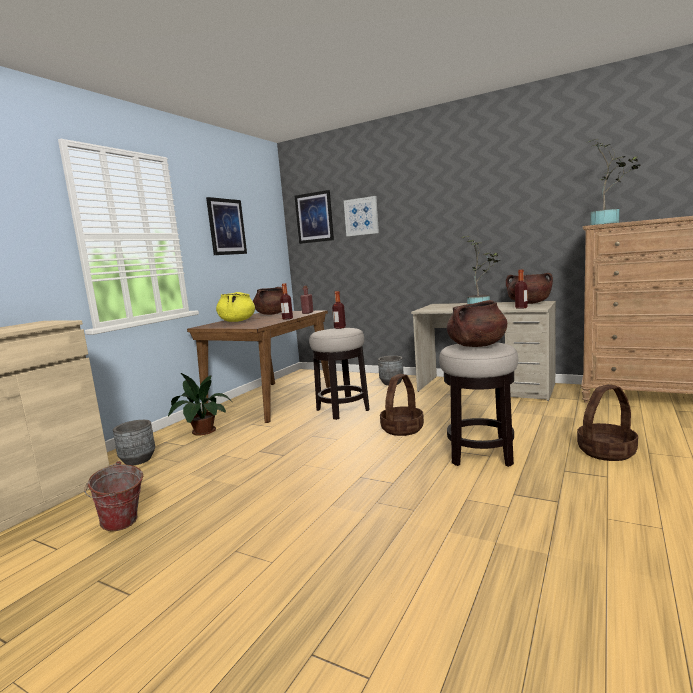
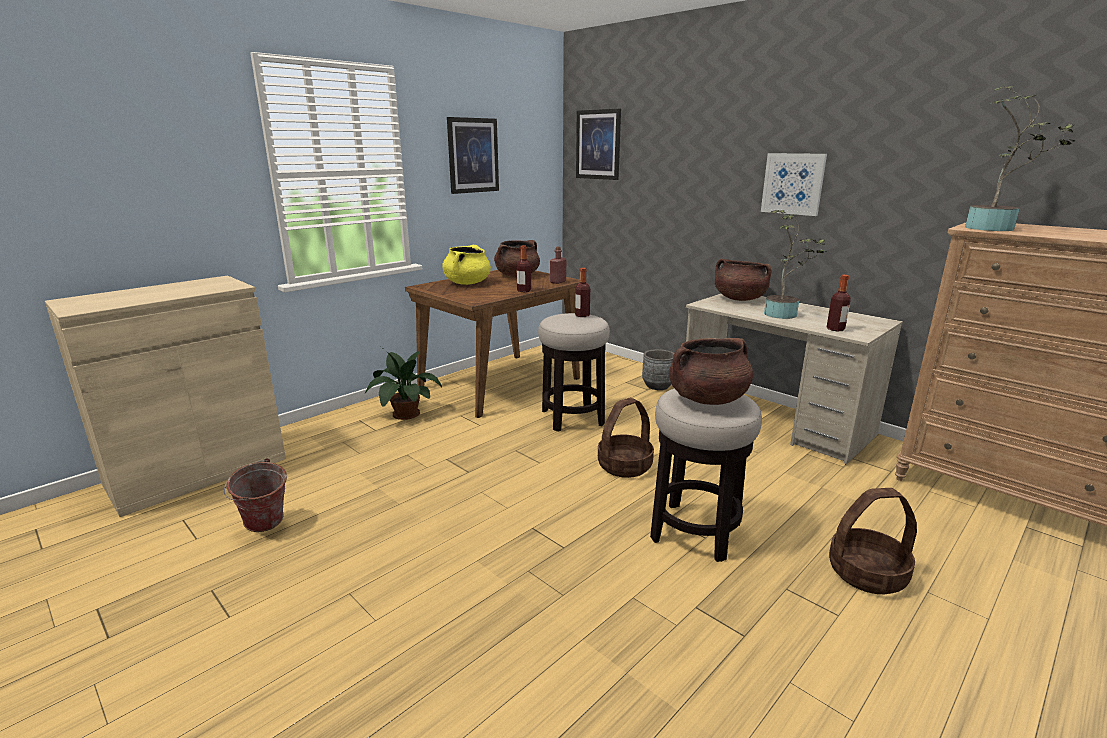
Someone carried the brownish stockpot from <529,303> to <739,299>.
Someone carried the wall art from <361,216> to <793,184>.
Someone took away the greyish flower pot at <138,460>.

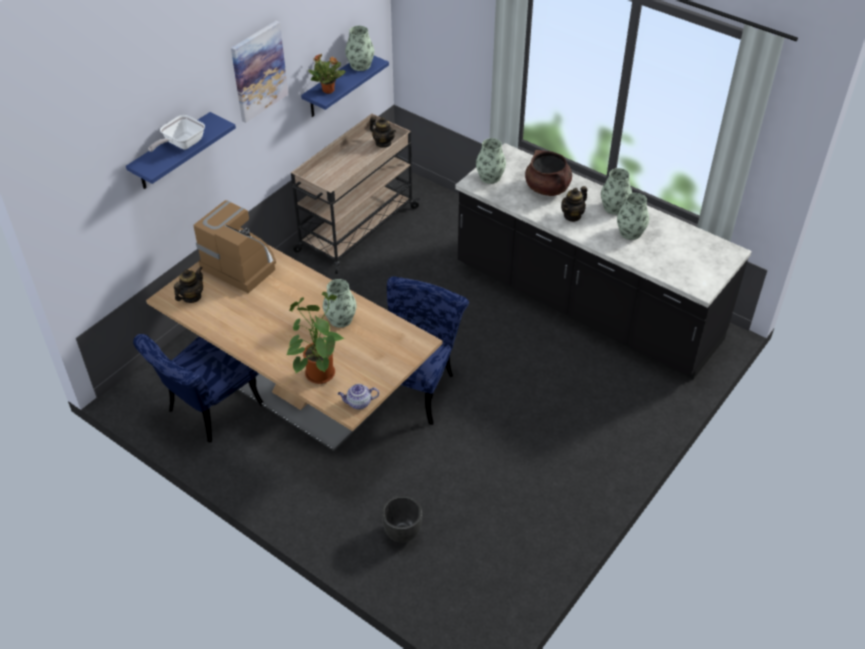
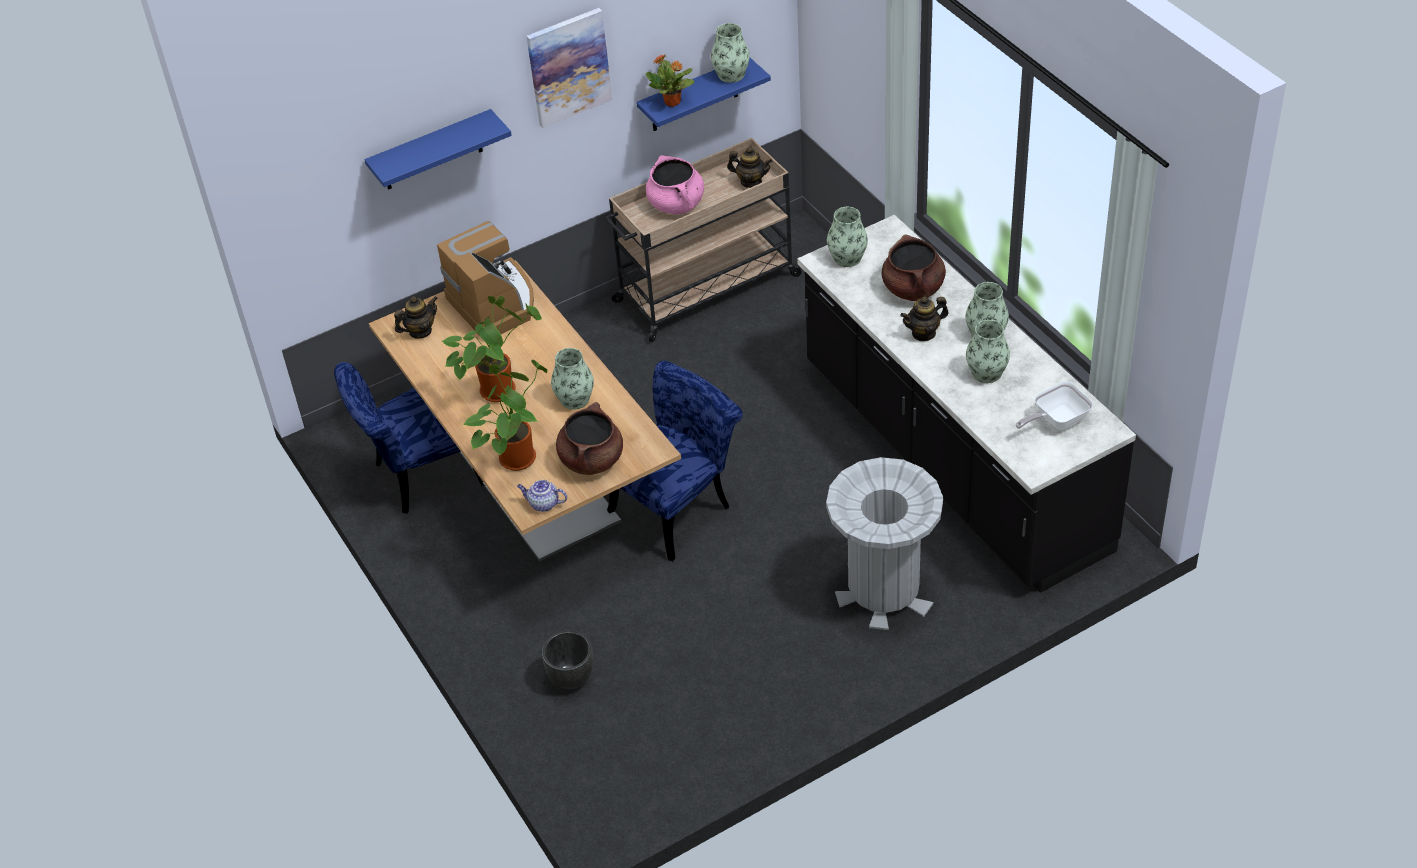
Someone put down the plant in a pot at <499,388>.
Someone put down the brownish stockpot at <591,460>.
Someone put down the pinkish stockpot at <676,204>.
Someone rotated the pot for tea at <383,143> by 45 degrees counterclockwise.
Someone put down the greyish waste bin at <883,591>.
Someone carried the frying pan from <181,145> to <1056,420>.

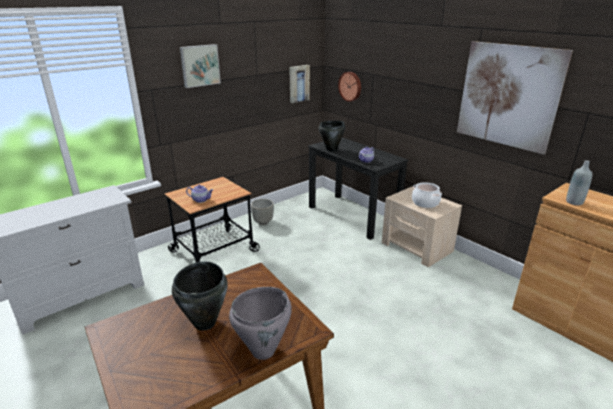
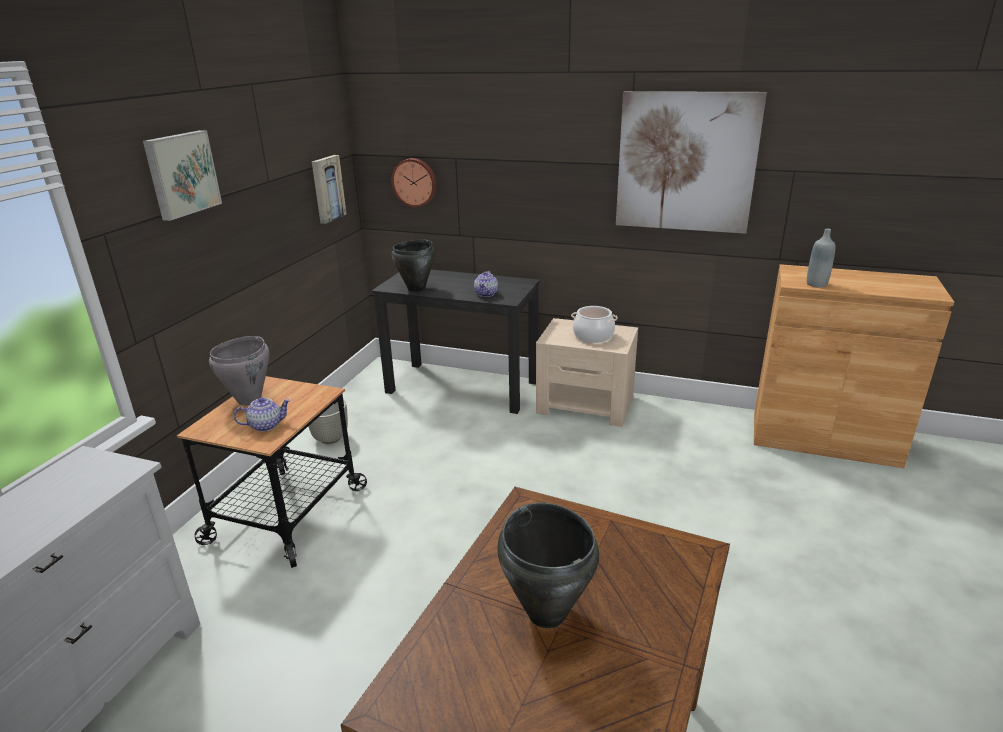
Someone carried the greyish stockpot from <264,351> to <250,400>.

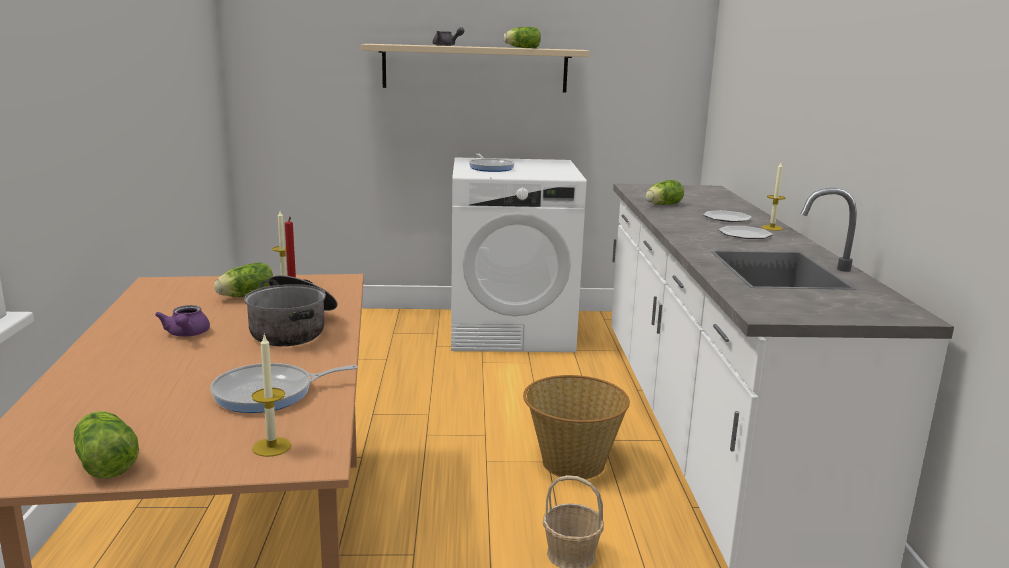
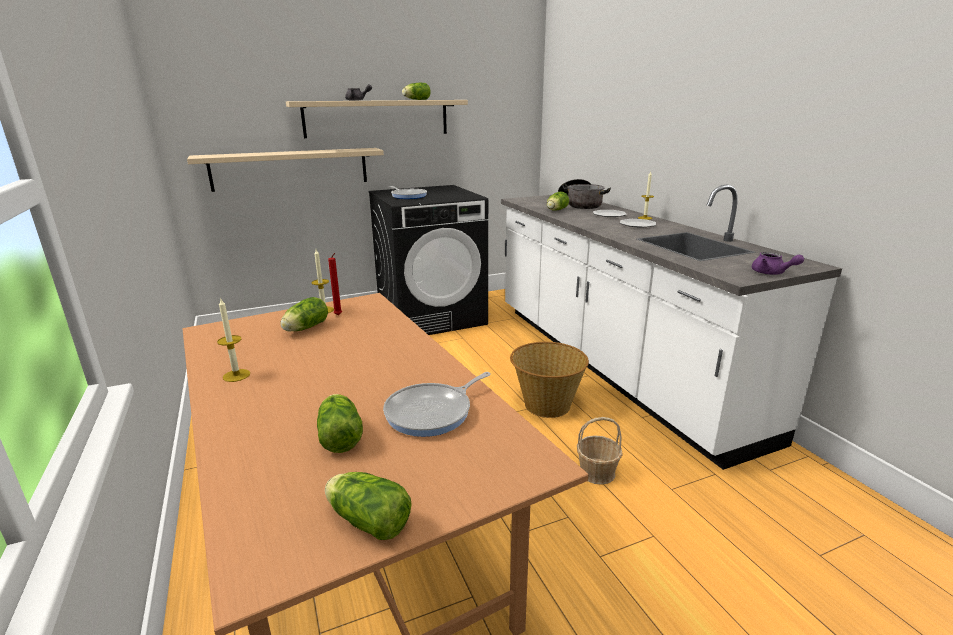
Someone put up the beige wall shelf at <290,169>.
Someone carried the wax light from <272,447> to <236,375>.
Someone put down the head of lettuce at <340,435>.
Someone repainted the white laundry appliance at <511,330>, which became the black-coloured laundry appliance at <432,316>.
Someone carried the stockpot from <294,328> to <581,204>.
Someone carried the purple pot for tea from <186,334> to <771,273>.

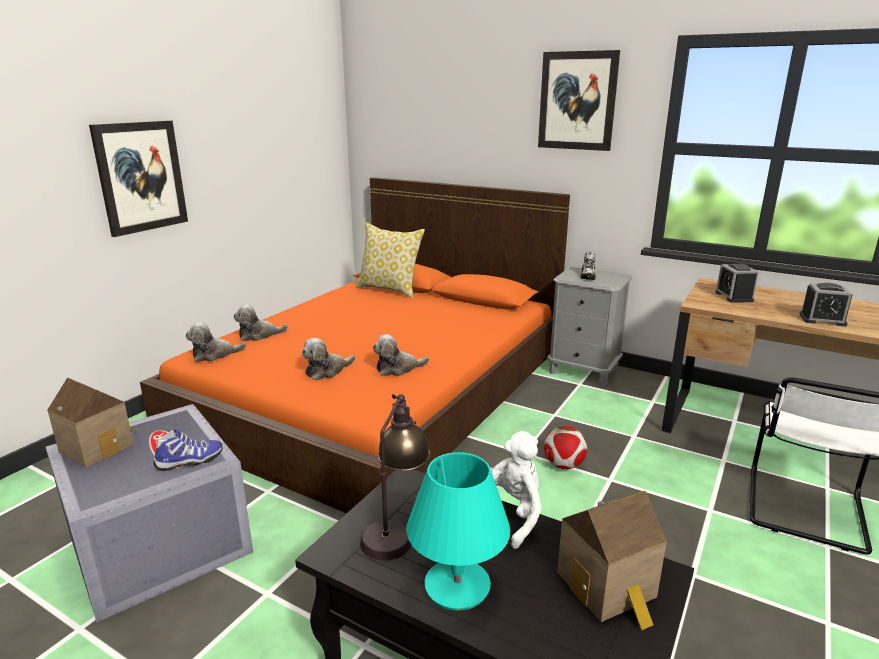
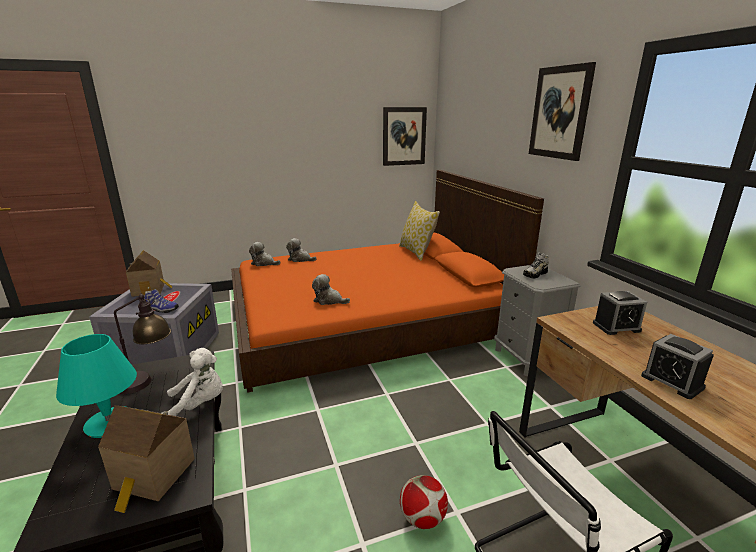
Someone carried the wall art from <141,177> to <404,136>.
Someone carried the football ball from <564,465> to <422,518>.
Someone rotated the bedside clock at <733,296> by 135 degrees counterclockwise.
Someone took away the plush toy at <327,371>.

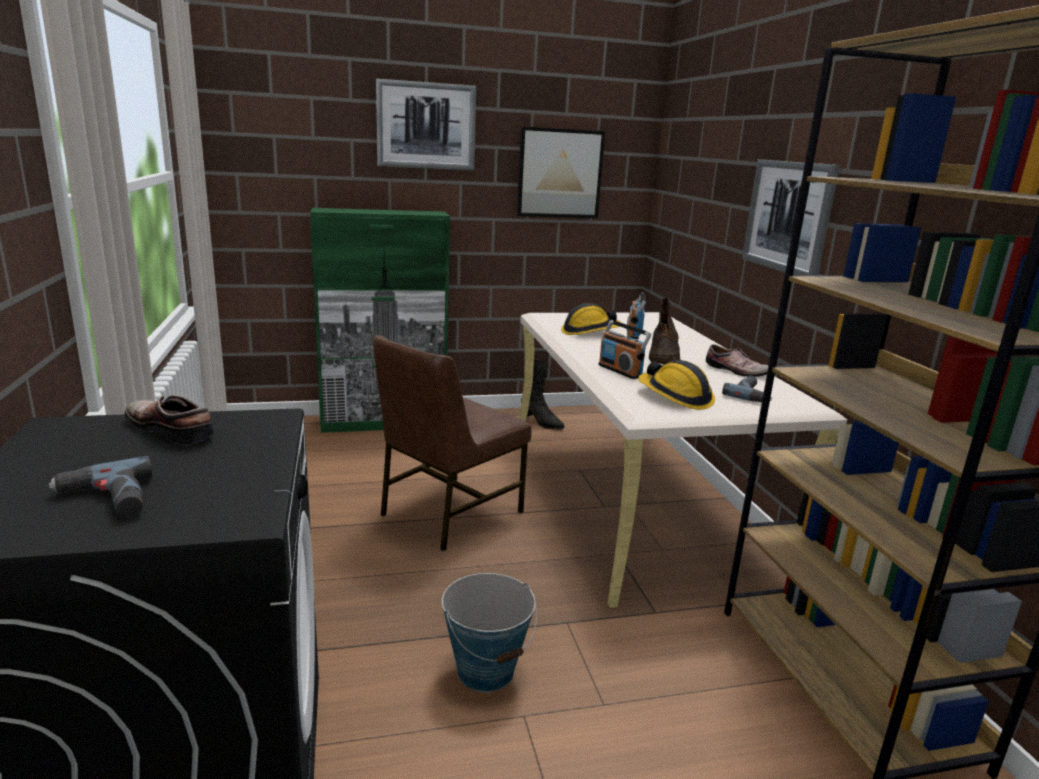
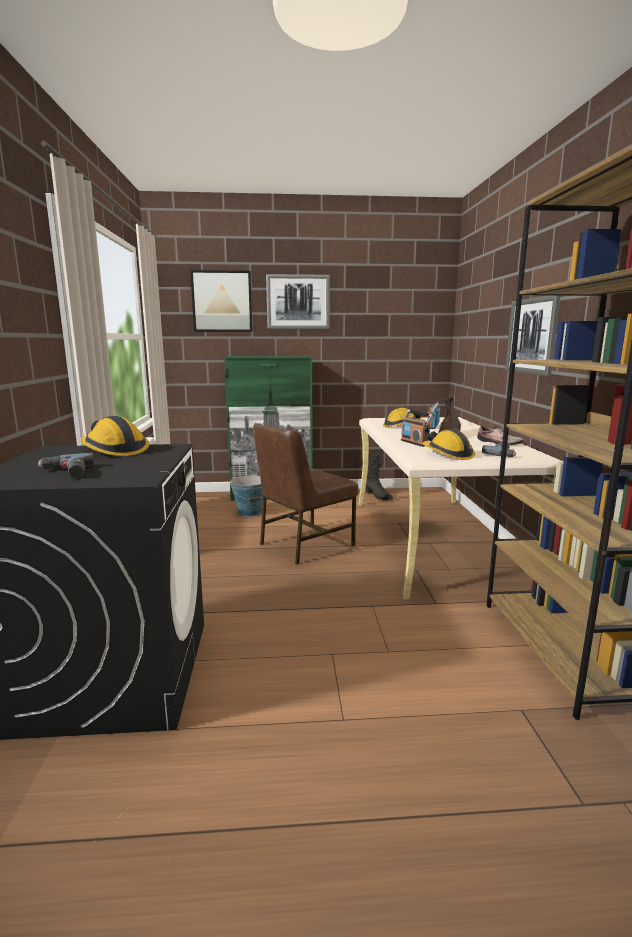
Someone swapped the shoe at <174,429> for the work helmet at <114,450>.
Someone carried the wall art from <559,173> to <222,301>.
Someone carried the pail from <486,671> to <249,512>.

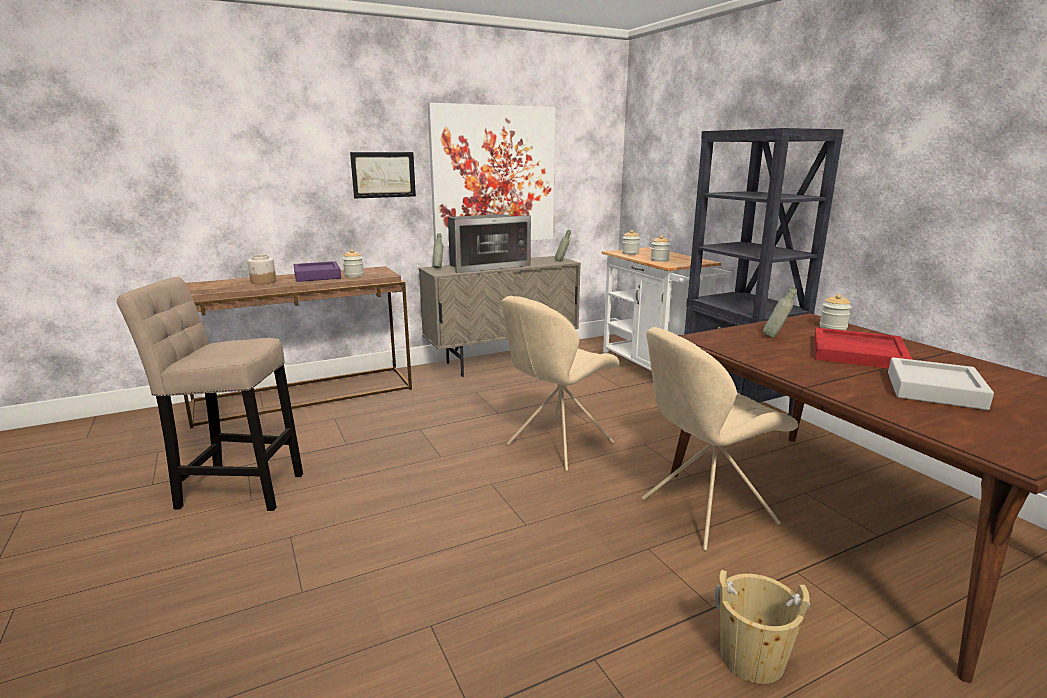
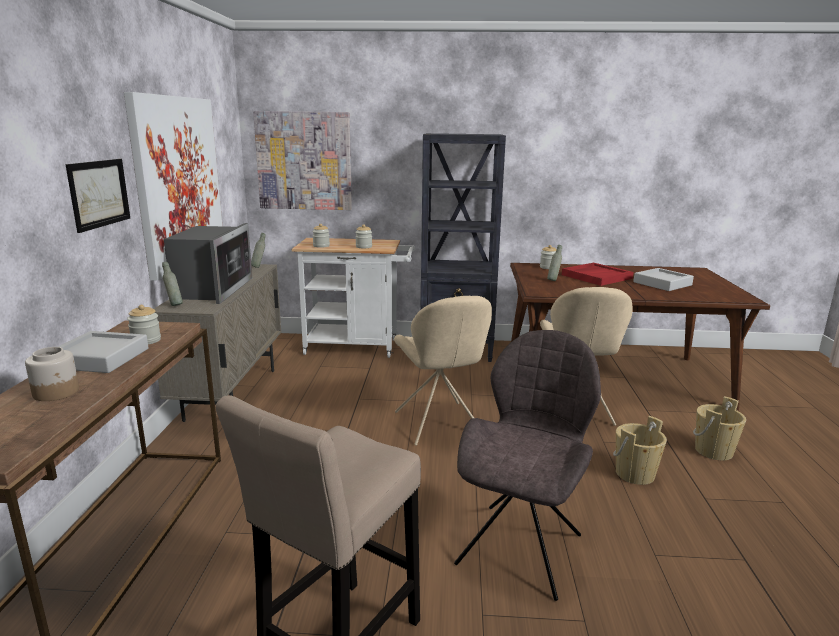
Someone repainted the purple tray at <317,276>, which became the greyish tray at <100,358>.
Someone put up the wall art at <304,161>.
Someone put down the greyish chair at <521,546>.
Someone put down the beige pail at <635,474>.

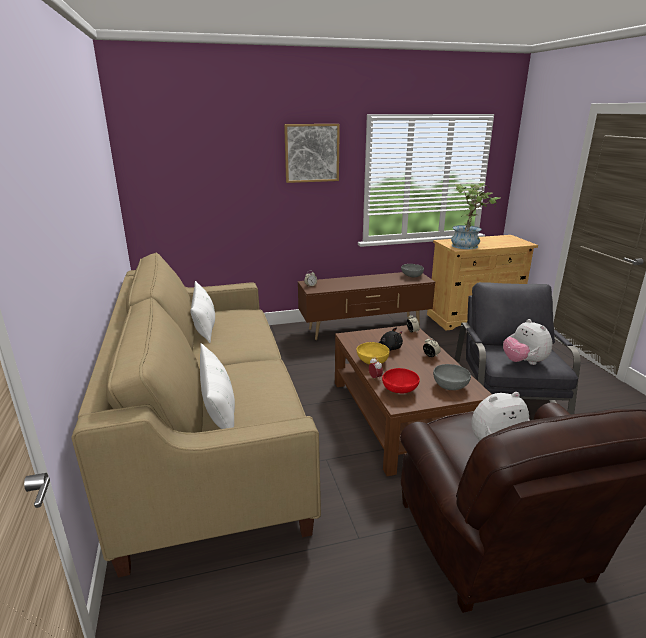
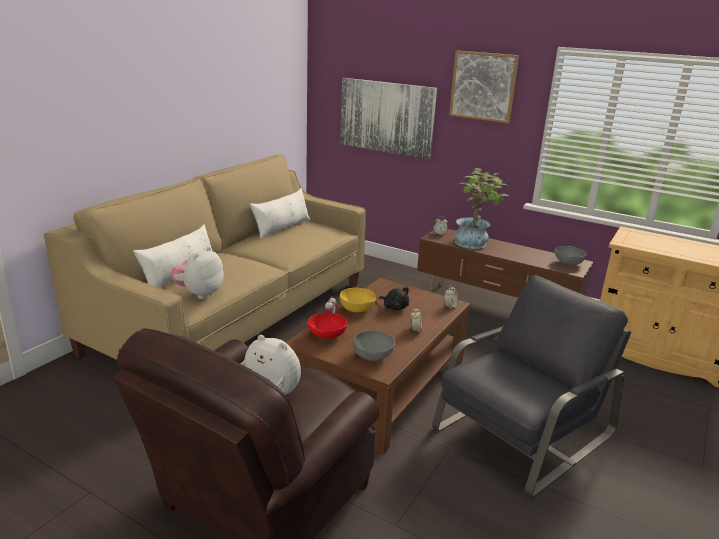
Someone carried the plush toy from <524,362> to <199,293>.
Someone put up the wall art at <386,117>.
Someone carried the plant in a pot from <468,245> to <475,244>.

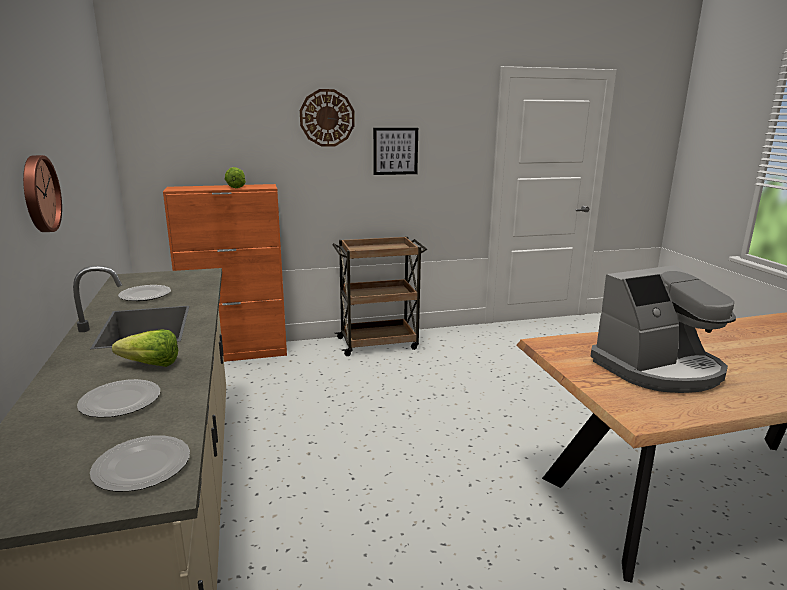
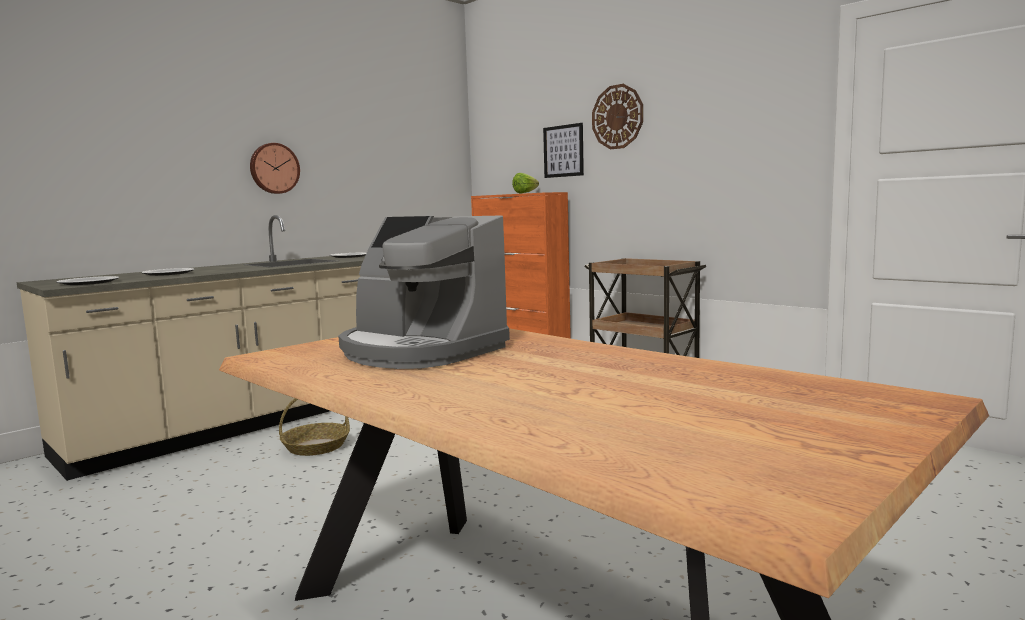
Someone put down the household basket at <316,446>.
Someone carried the wall art from <395,151> to <563,151>.
Someone took away the head of lettuce at <146,364>.

